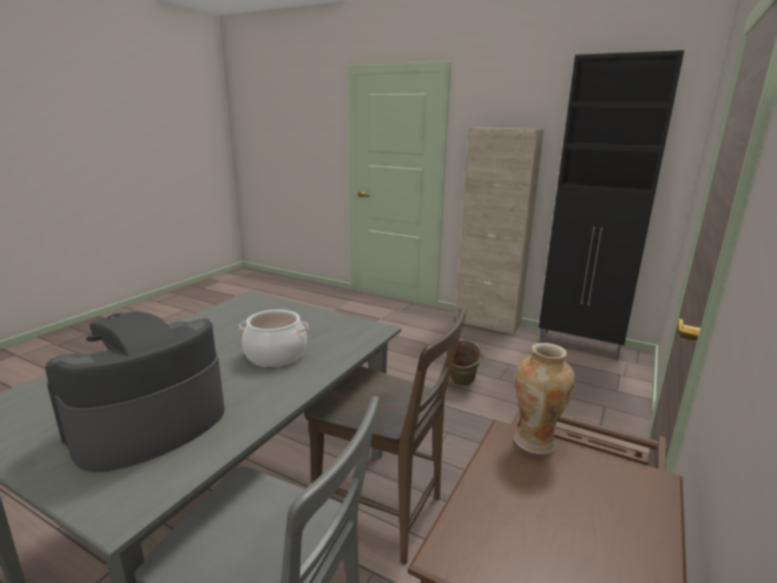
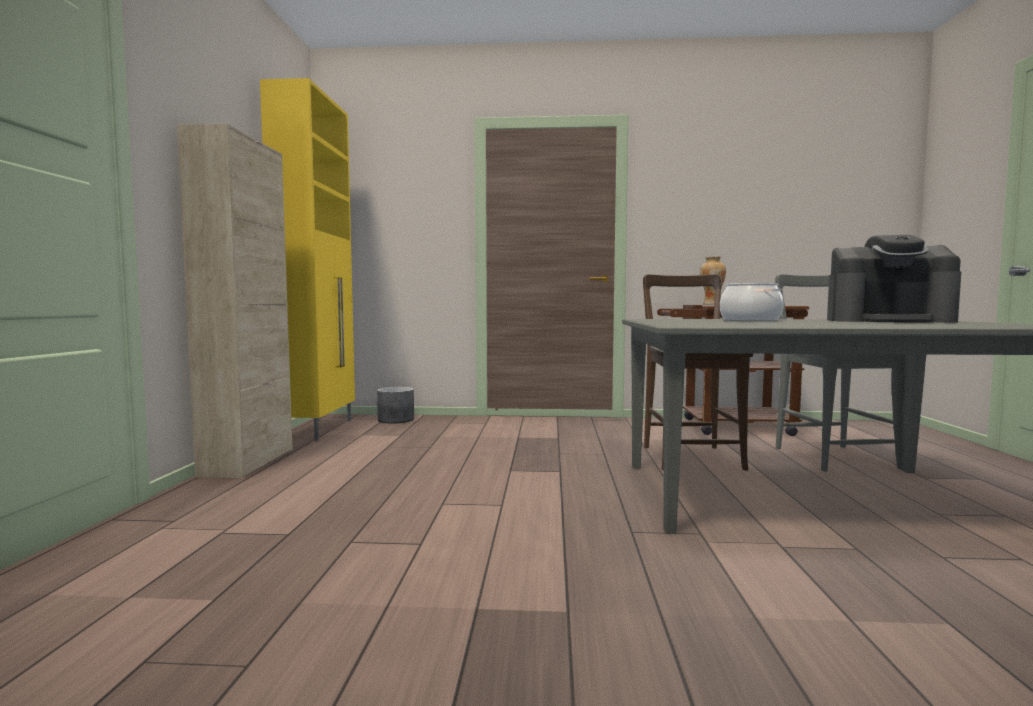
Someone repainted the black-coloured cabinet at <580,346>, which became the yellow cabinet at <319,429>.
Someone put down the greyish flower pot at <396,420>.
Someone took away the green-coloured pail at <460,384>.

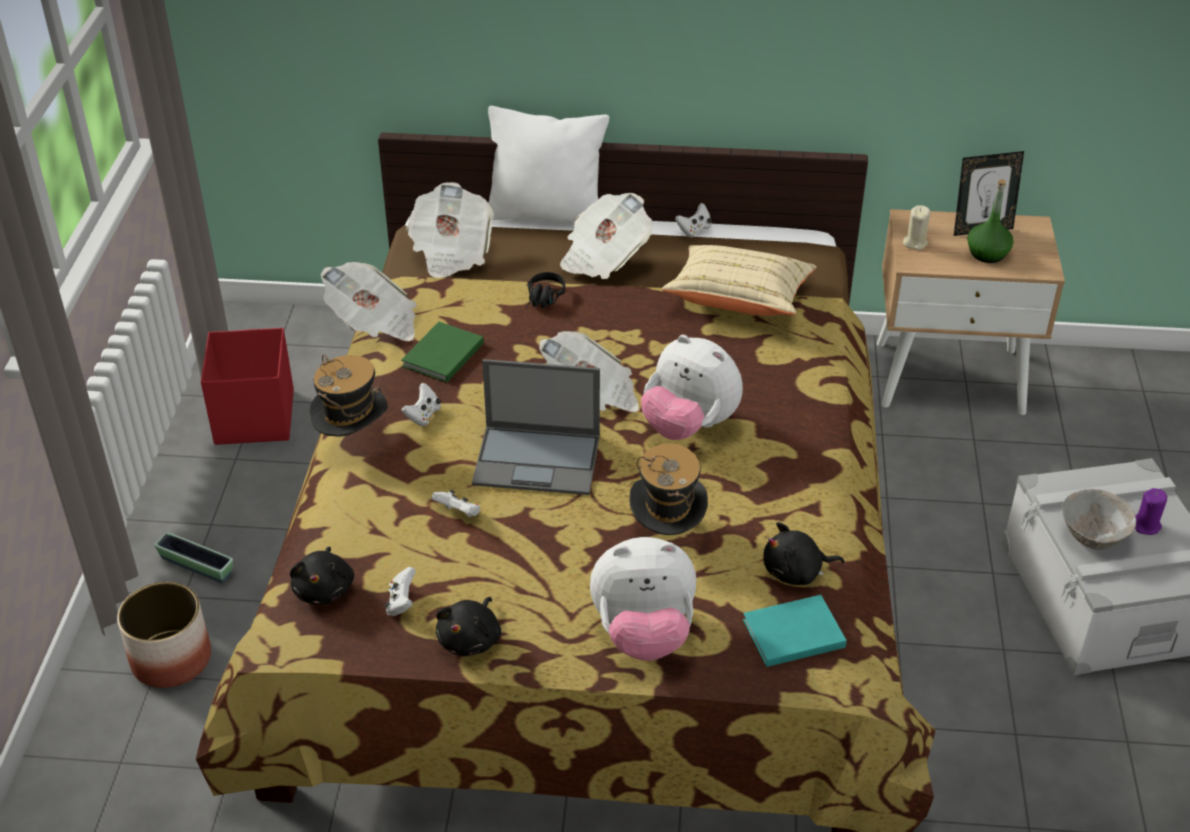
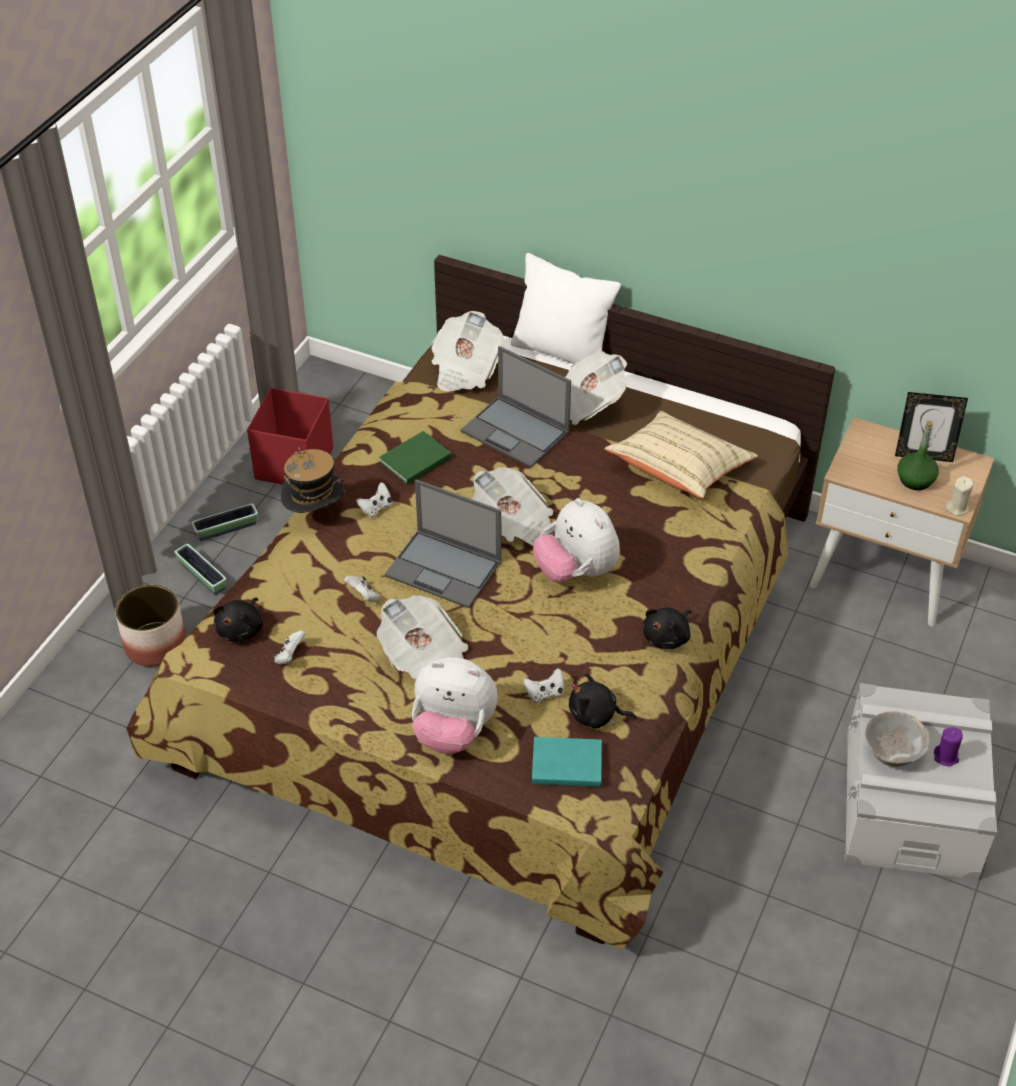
Someone put down the flower pot at <226,529>.
Someone carried the daily paper from <374,323> to <424,657>.
Someone swapped the black-coloured pair of headphones at <543,301> for the portable computer at <516,432>.
Someone carried the white gamepad from <694,230> to <545,694>.
Someone carried the black-coloured plush toy from <471,639> to <667,637>.
Someone carried the beige wax light from <915,242> to <957,507>.
Someone took away the hat at <667,533>.

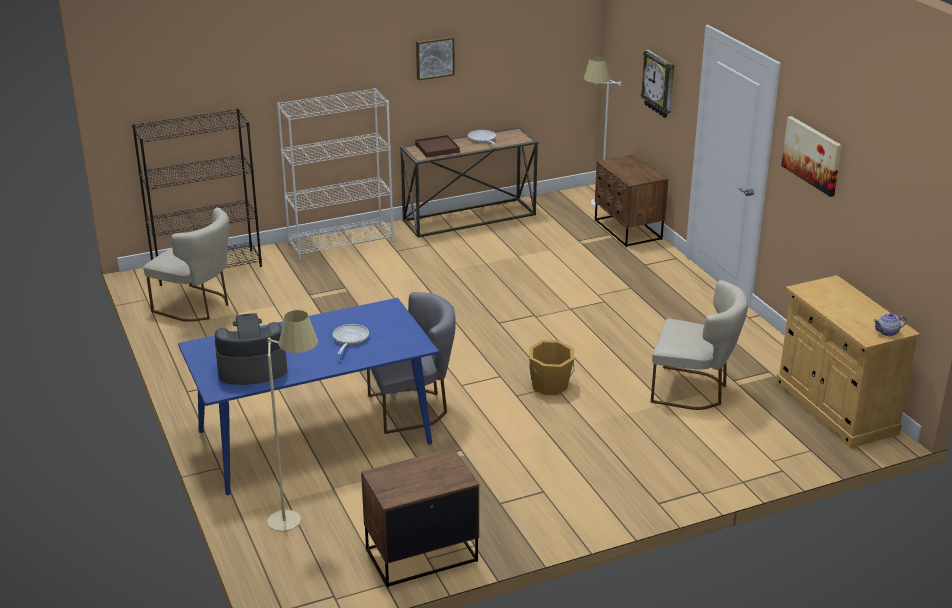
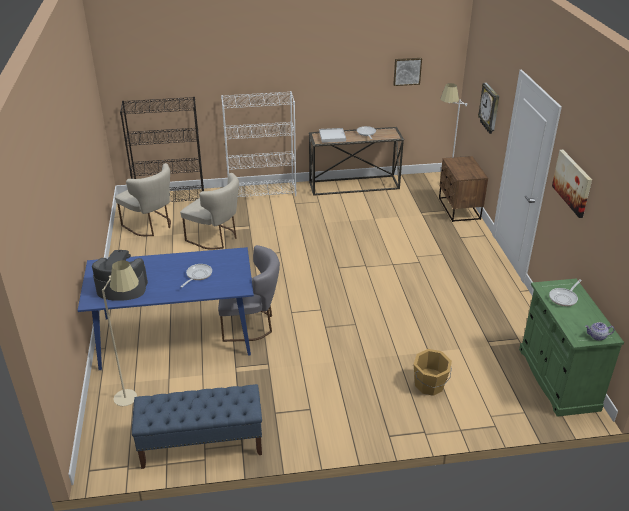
Someone swapped the brownish bedside table at <420,555> for the blue-coloured bench at <201,444>.
Someone carried the beige chair from <693,390> to <216,238>.
Someone repainted the brownish tray at <437,148>, which became the white tray at <332,136>.
Someone carried the wall art from <434,57> to <407,71>.
Someone carried the orange-coloured pail from <550,385> to <430,385>.
Someone repainted the beige cabinet at <835,408>, which became the green-coloured cabinet at <557,379>.
Someone put down the frying pan at <564,298>.

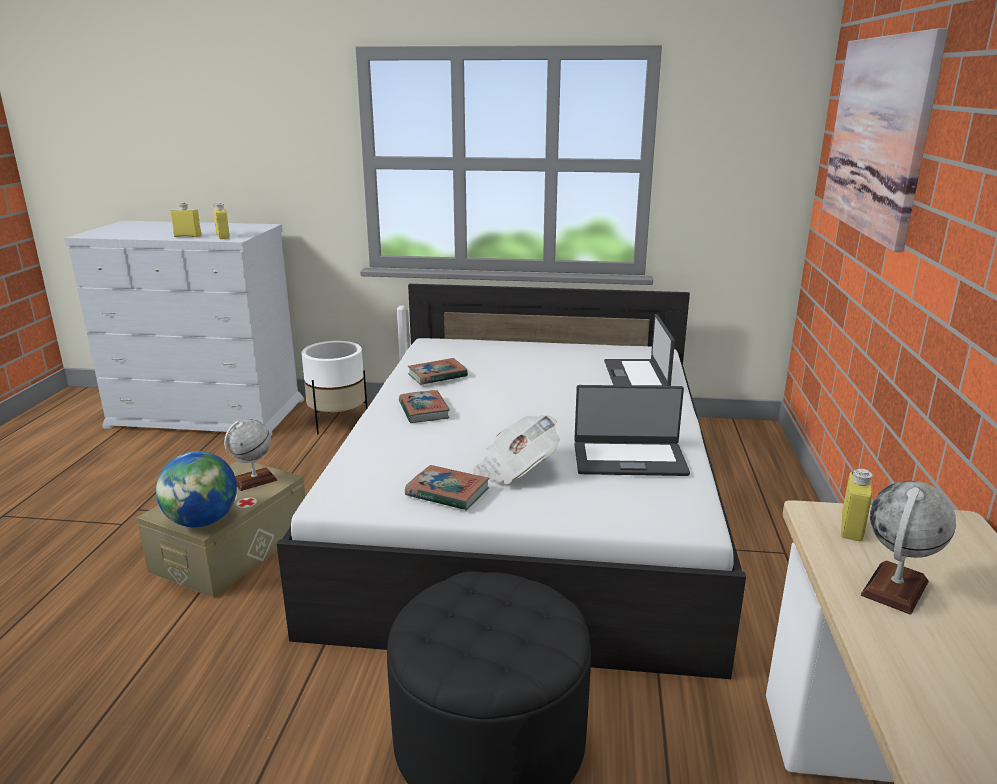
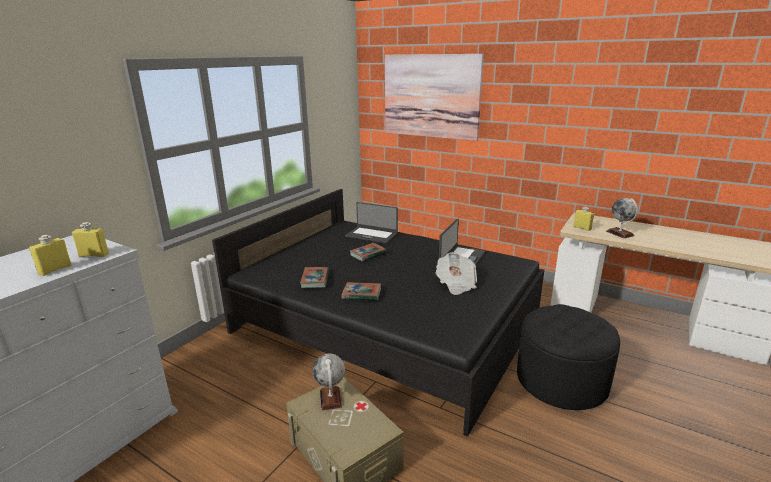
Someone repainted the white bed at <527,508>, which became the black-coloured bed at <387,323>.
Someone carried the bound book from <447,492> to <368,254>.
Someone took away the world globe at <202,521>.
Someone took away the white flower pot at <338,423>.

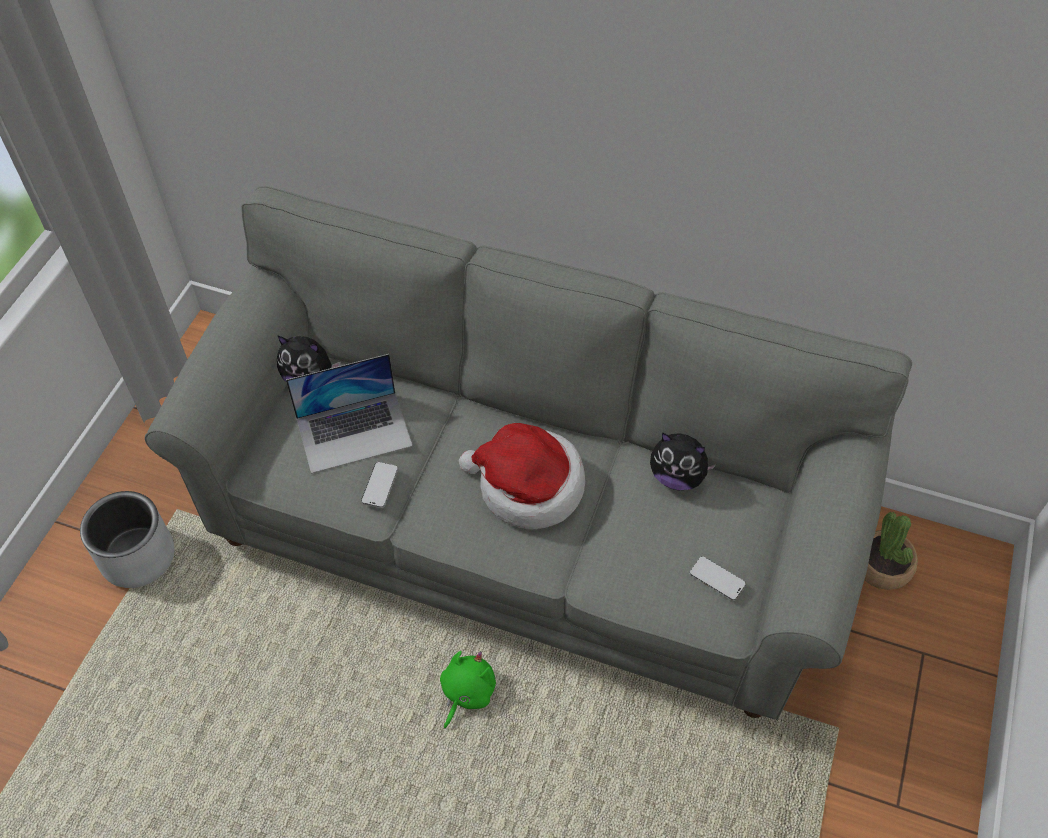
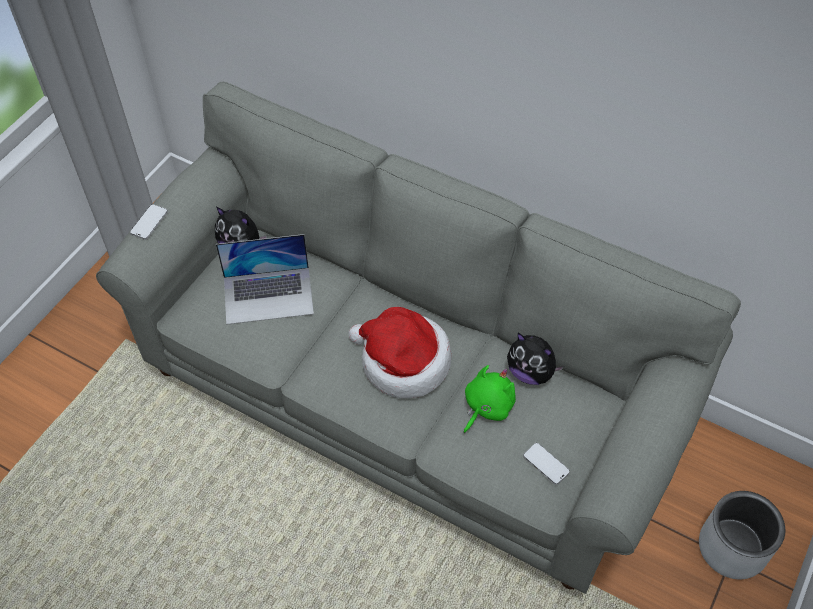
Someone carried the phone from <380,485> to <149,223>.
Someone carried the green-coloured plush toy from <466,692> to <486,406>.
Someone carried the greyish flower pot from <138,557> to <732,548>.
Someone took away the plant in a pot at <882,566>.

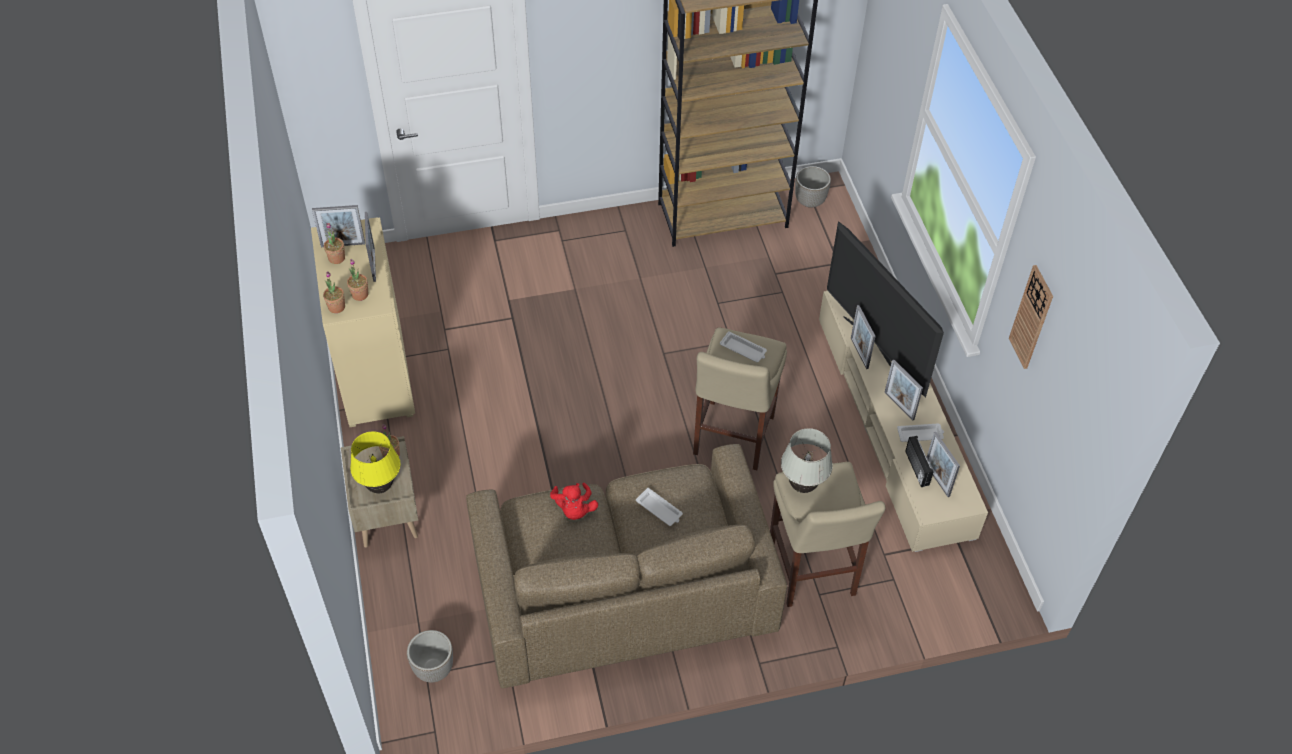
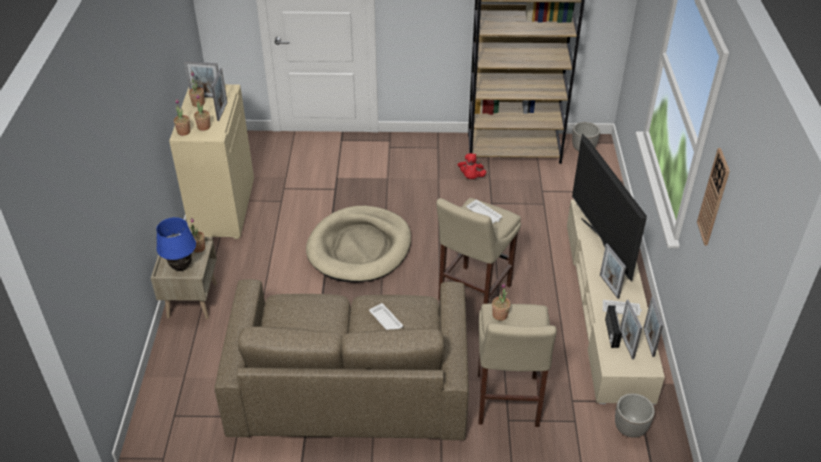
Someone repainted the yellow table lamp at <380,487>, which became the blue-coloured table lamp at <181,267>.
Someone put down the beige dog bed at <359,248>.
Someone carried the red plush toy from <574,509> to <471,177>.
Someone swapped the white table lamp at <802,486> for the plant in a pot at <500,315>.
Someone carried the flower pot from <433,669> to <629,429>.
Someone carried the standing frame from <859,353> to <648,342>.

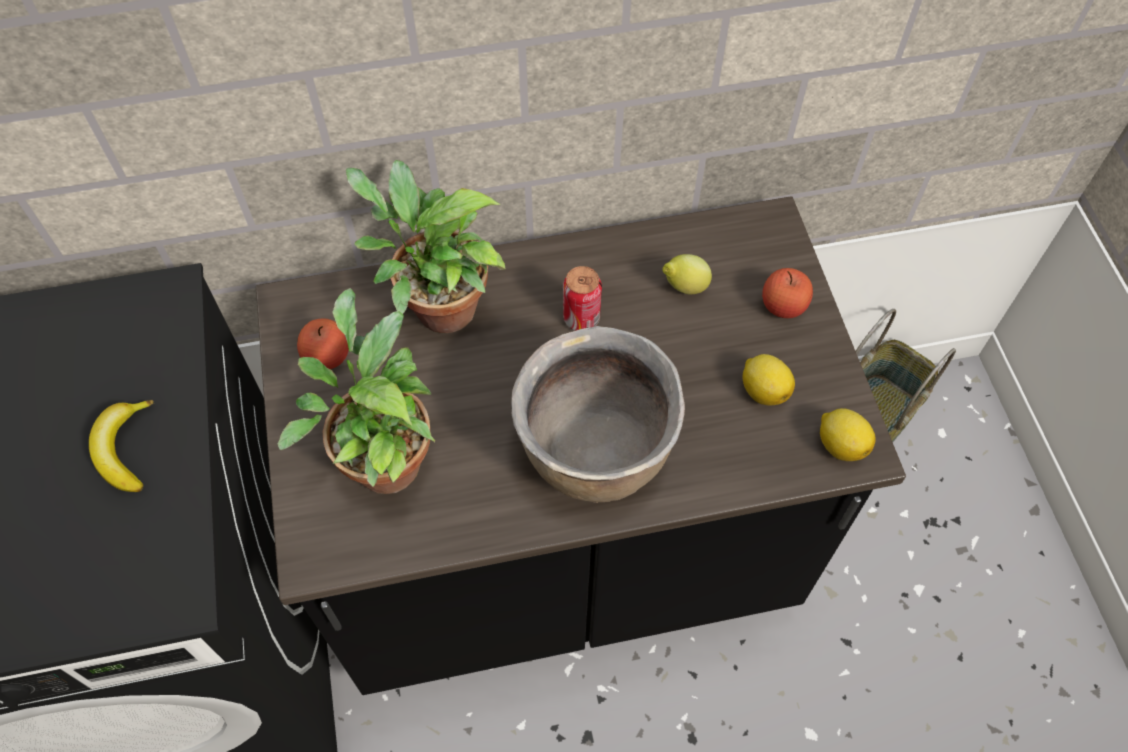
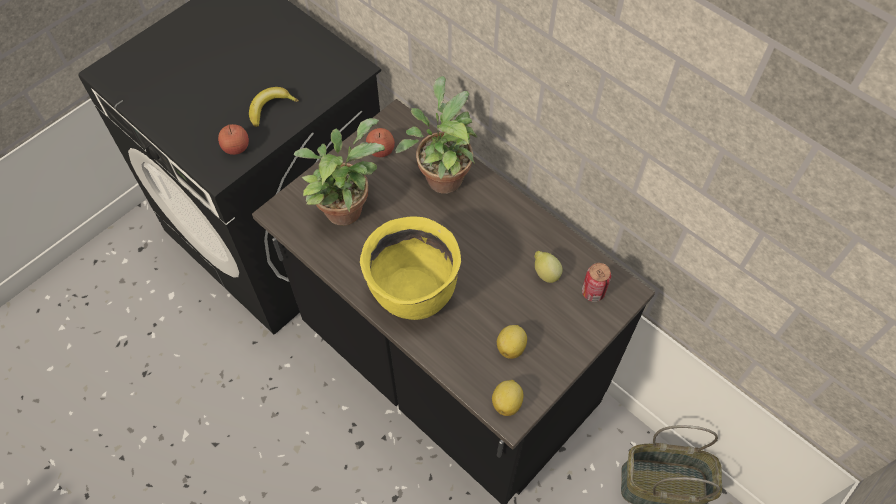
Someone carried the whole apple from <783,305> to <236,147>.
Someone repainted the brownish stockpot at <596,456>, which became the yellow stockpot at <413,292>.
Someone carried the can from <581,318> to <593,292>.

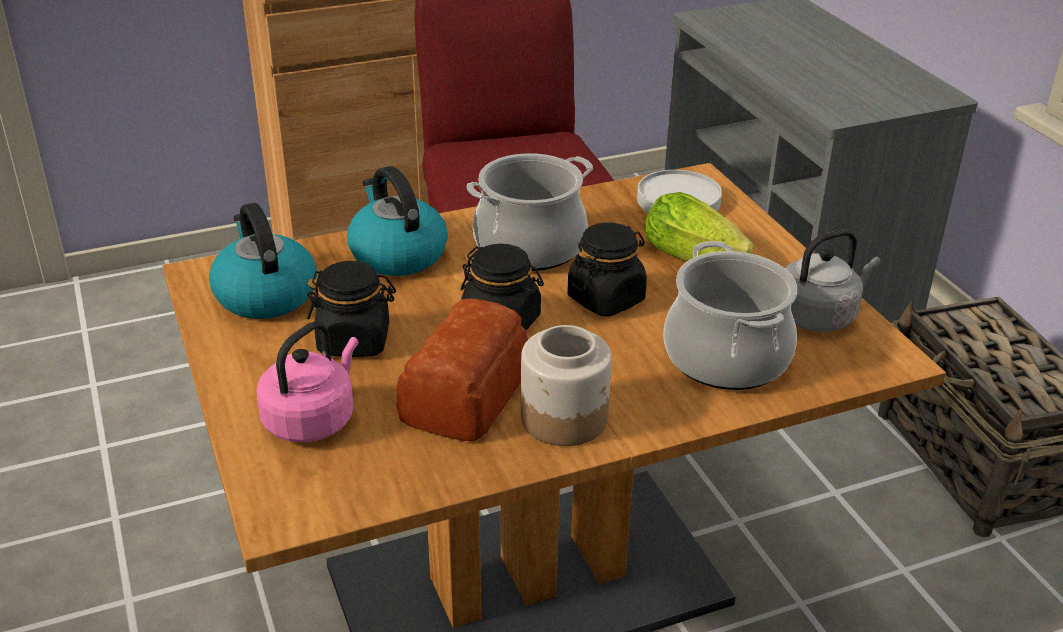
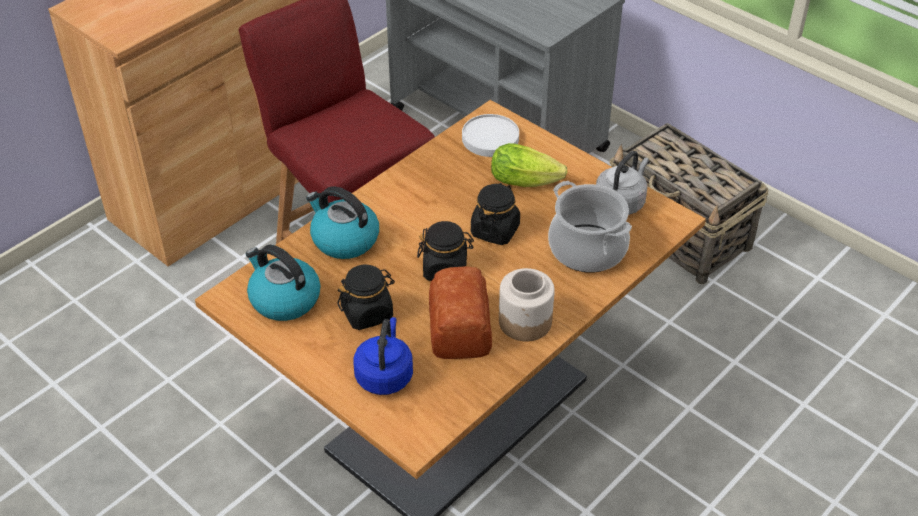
Someone repainted the pinkish kettle at <312,419>, which became the blue-coloured kettle at <385,375>.
Someone took away the stockpot at <529,247>.

